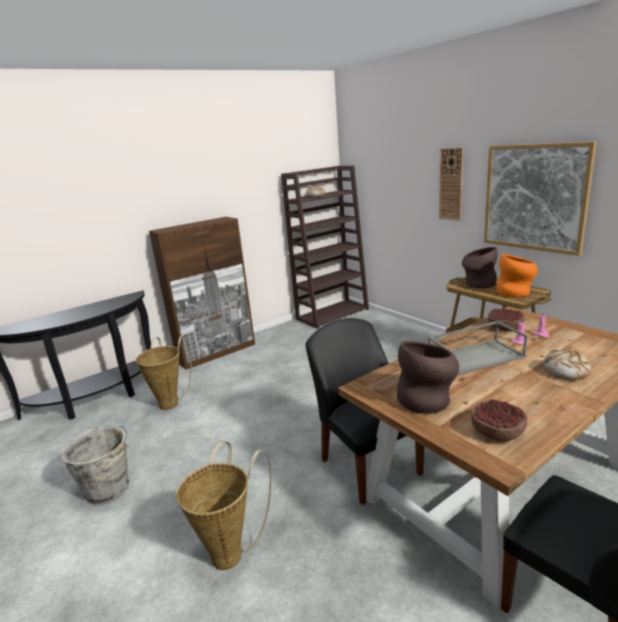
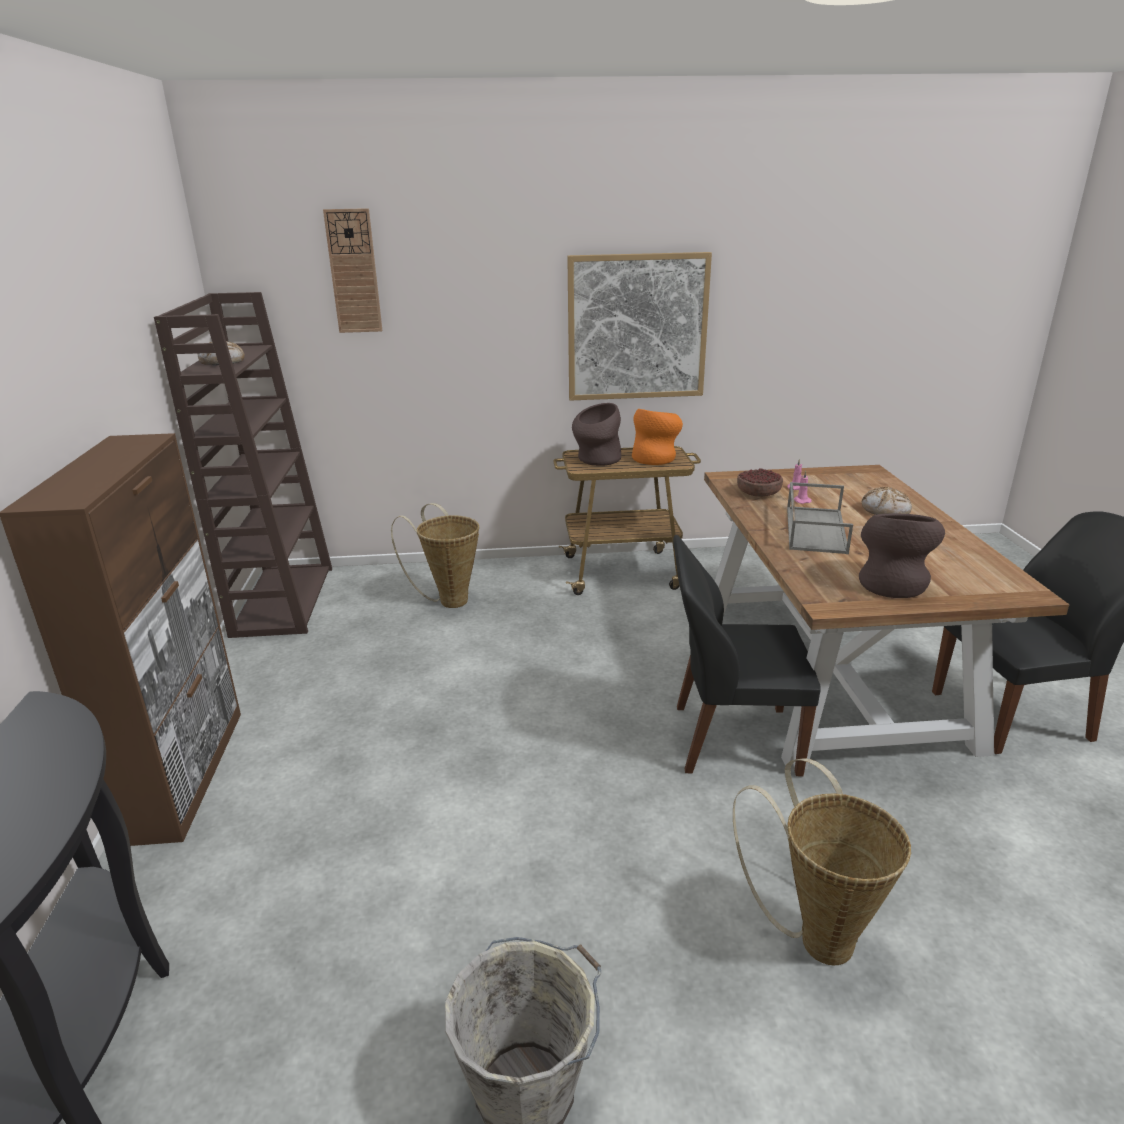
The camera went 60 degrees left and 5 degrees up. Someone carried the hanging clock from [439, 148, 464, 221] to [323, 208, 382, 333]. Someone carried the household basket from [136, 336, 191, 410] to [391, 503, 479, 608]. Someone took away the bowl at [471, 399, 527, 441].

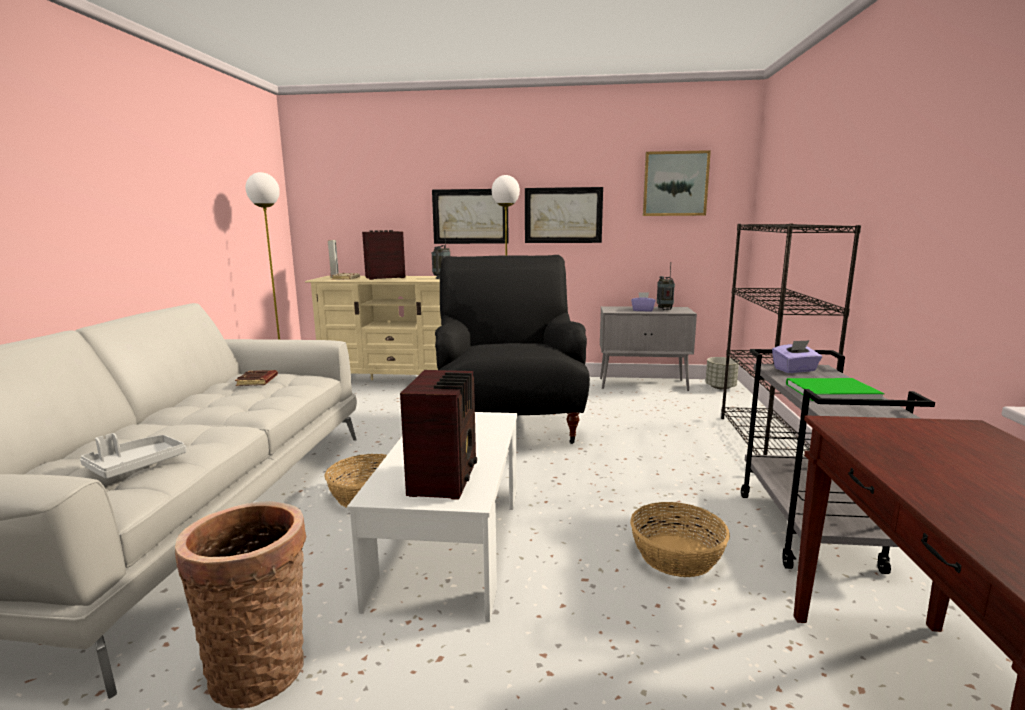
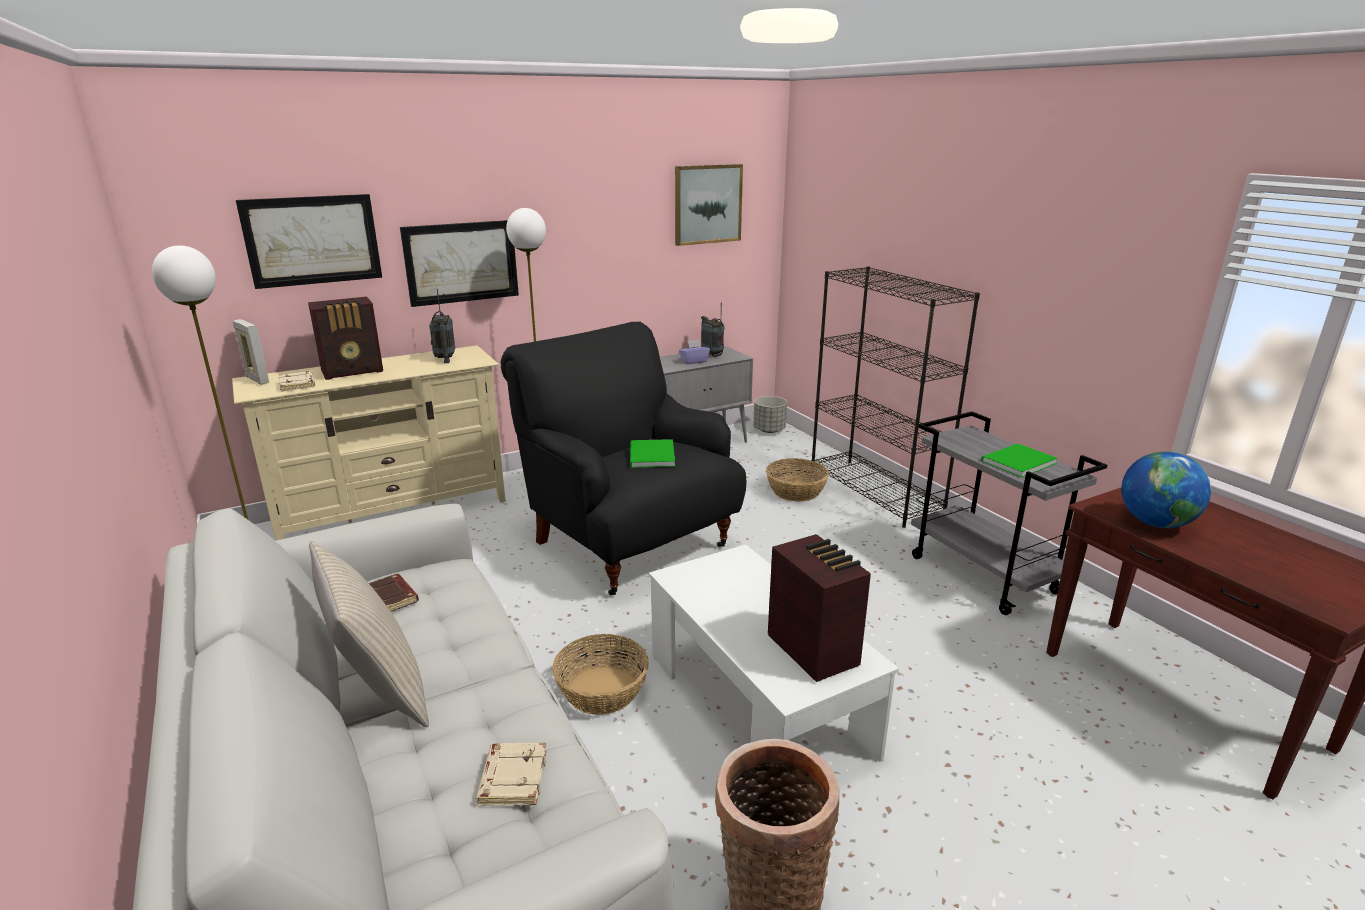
The camera went 35 degrees left and 10 degrees up. Someone carried the wall art from [525, 187, 603, 243] to [236, 194, 382, 289]. Someone rotated the radio receiver at [362, 230, 405, 280] by 150 degrees counterclockwise. Someone took away the tissue holder (purple-coloured) at [772, 340, 822, 373]. Someone swapped the carrying tray (gray) at [80, 433, 186, 479] for the book (sand-coloured) at [476, 743, 547, 805]. Someone carried the household basket from [630, 502, 730, 577] to [766, 458, 829, 502]. Someone put down the book (greenish) at [630, 439, 675, 468]. Someone put down the world globe at [1121, 451, 1211, 528]. Someone put down the throw pillow (sand-coloured) at [309, 541, 429, 727].

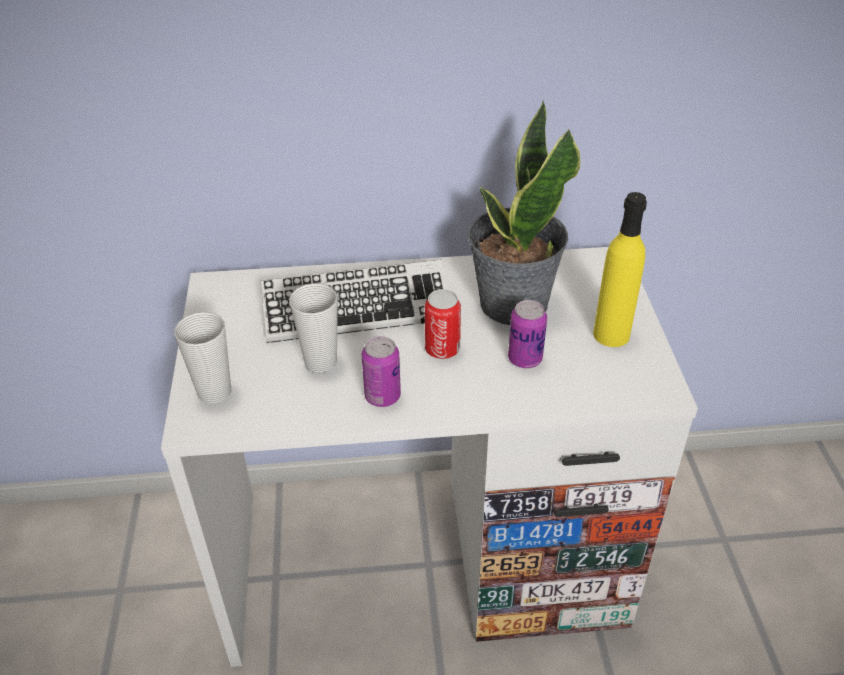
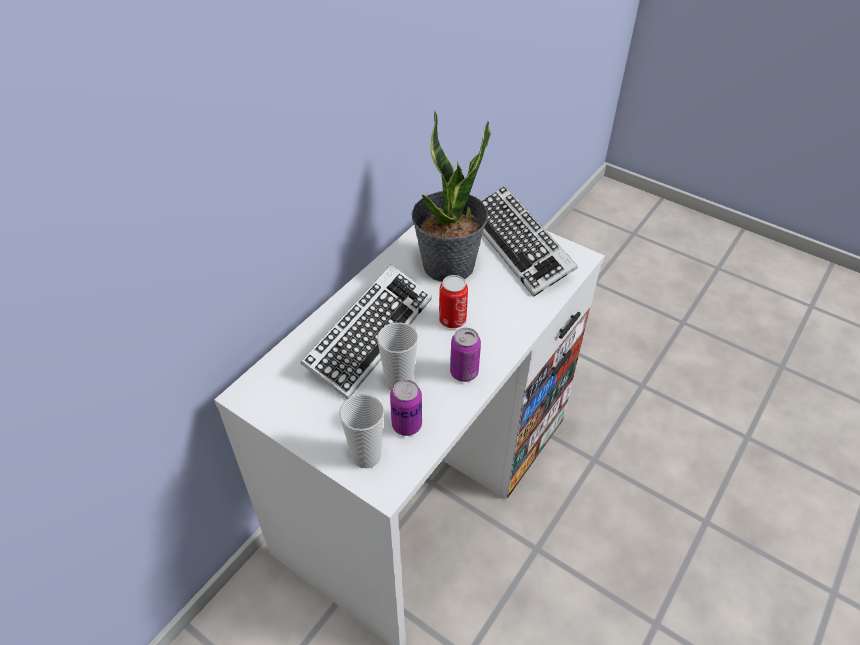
The camera went 50 degrees left and 5 degrees up. Someone swapped the beverage bottle (yellow-coloured) at [593, 192, 647, 347] for the PC keyboard at [481, 186, 578, 297]. Someone carried the can from [508, 300, 547, 368] to [390, 380, 422, 436].

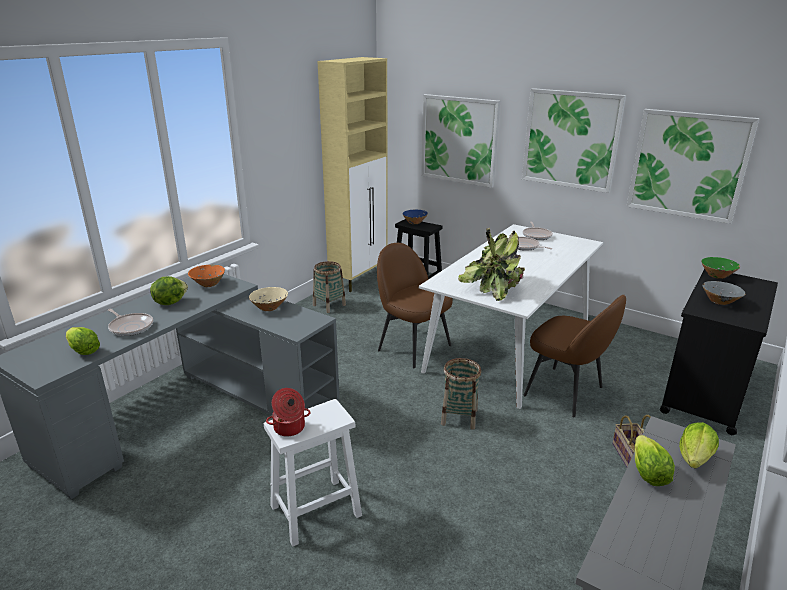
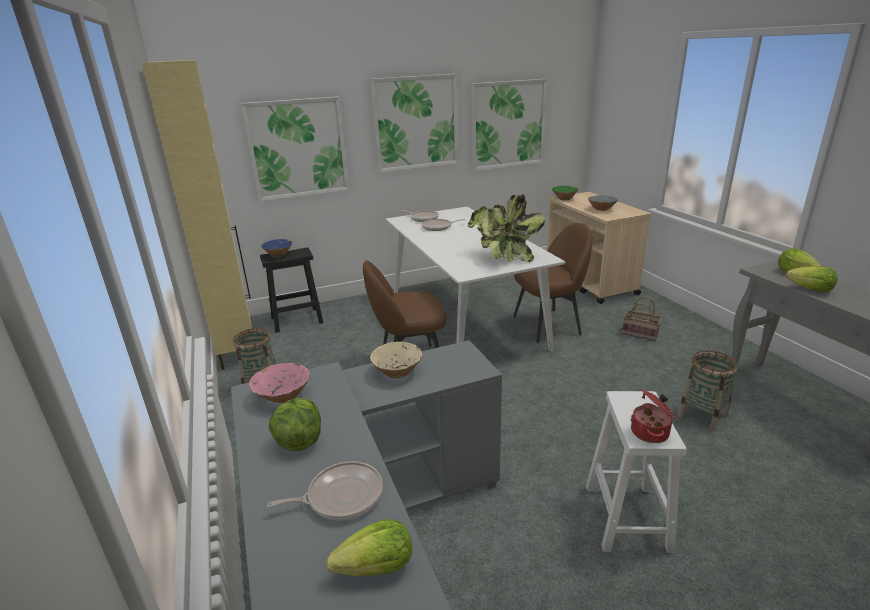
The camera went 55 degrees left and 0 degrees up. Someone repainted the bowl (orange-coloured) at [188, 265, 225, 287], which became the bowl (pink) at [249, 363, 310, 403]. Someone repainted the trolley (black) at [660, 269, 778, 435], which became the trolley (sand-coloured) at [547, 192, 651, 304]. Someone carried the household basket from [441, 358, 481, 430] to [677, 350, 738, 431].

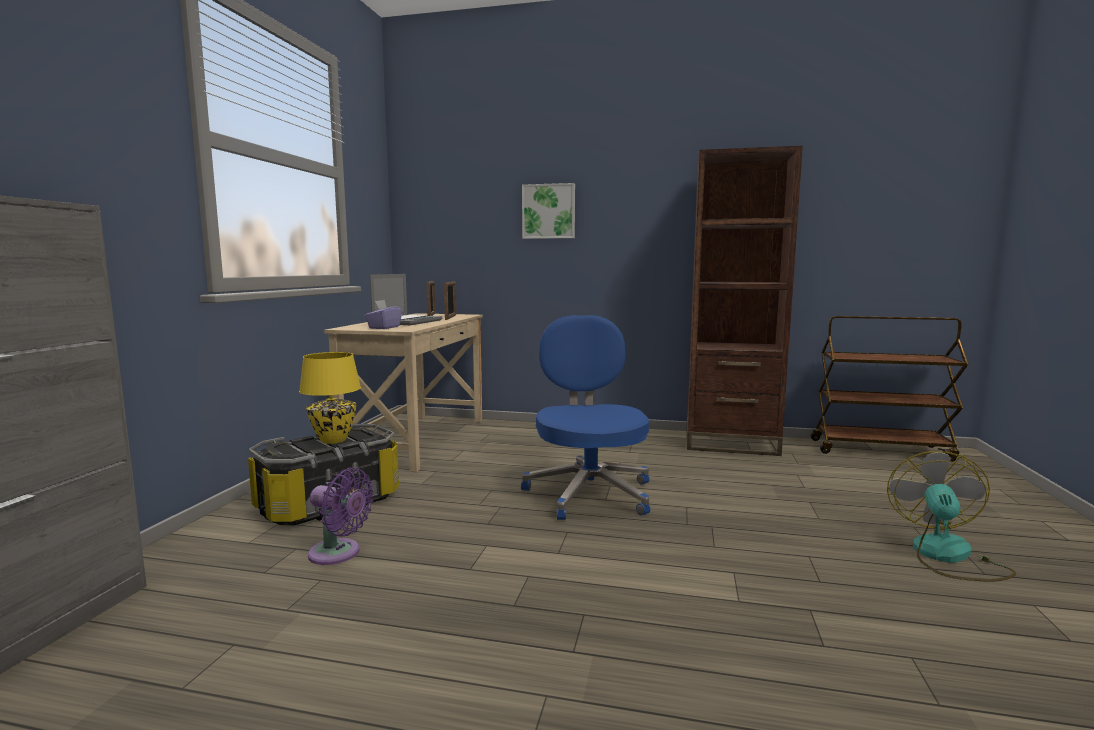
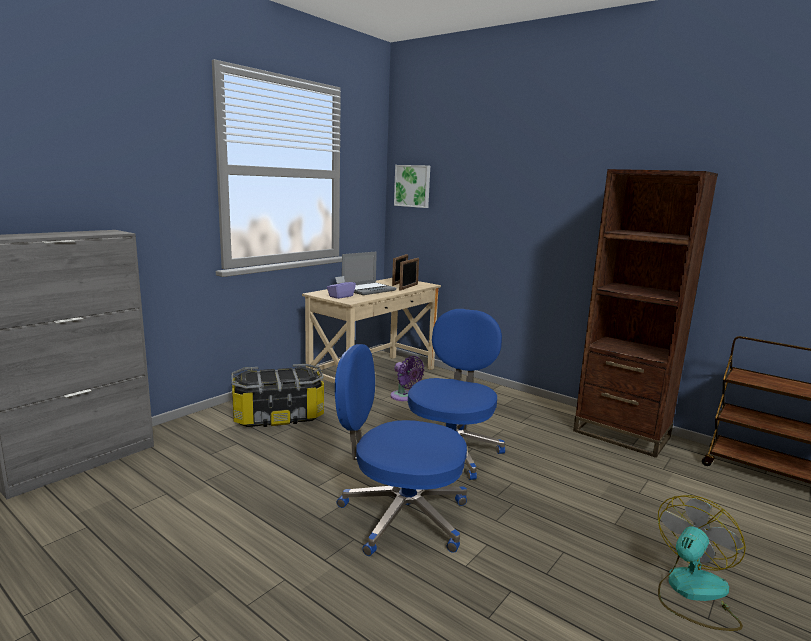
The camera went 25 degrees right and 5 degrees up. Someone carried the wall art from [522, 183, 575, 239] to [394, 165, 430, 208]. Someone took away the lamp for a table (yellow-coloured) at [299, 352, 361, 444]. Someone carried the electric fan (purple-coloured) from [308, 468, 374, 565] to [390, 356, 425, 401]. Someone put down the desk chair (bluish) at [335, 344, 467, 556].

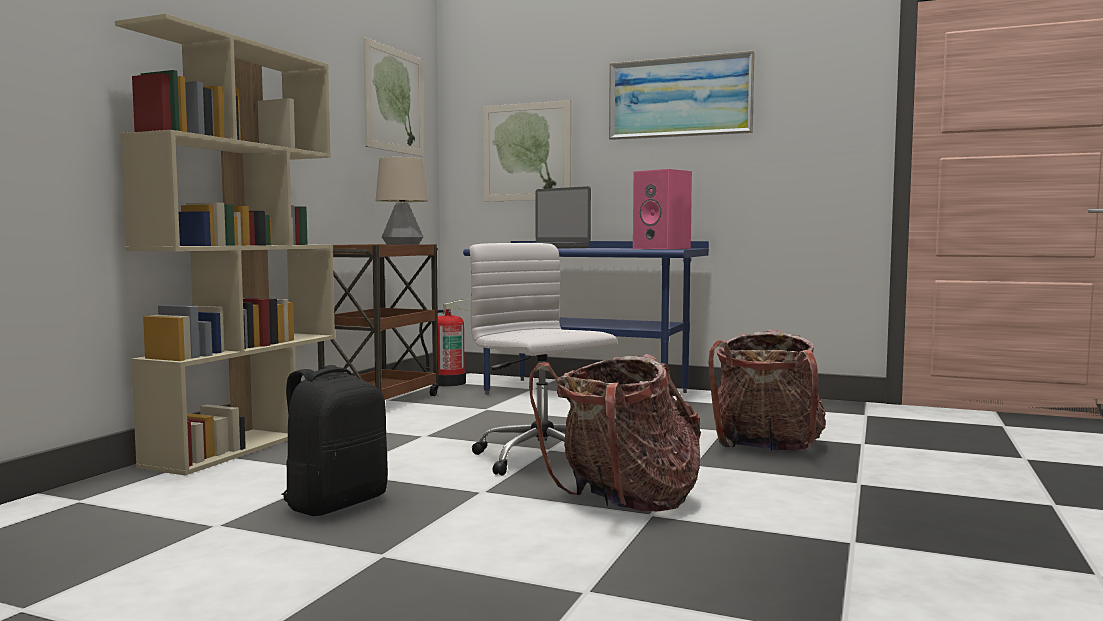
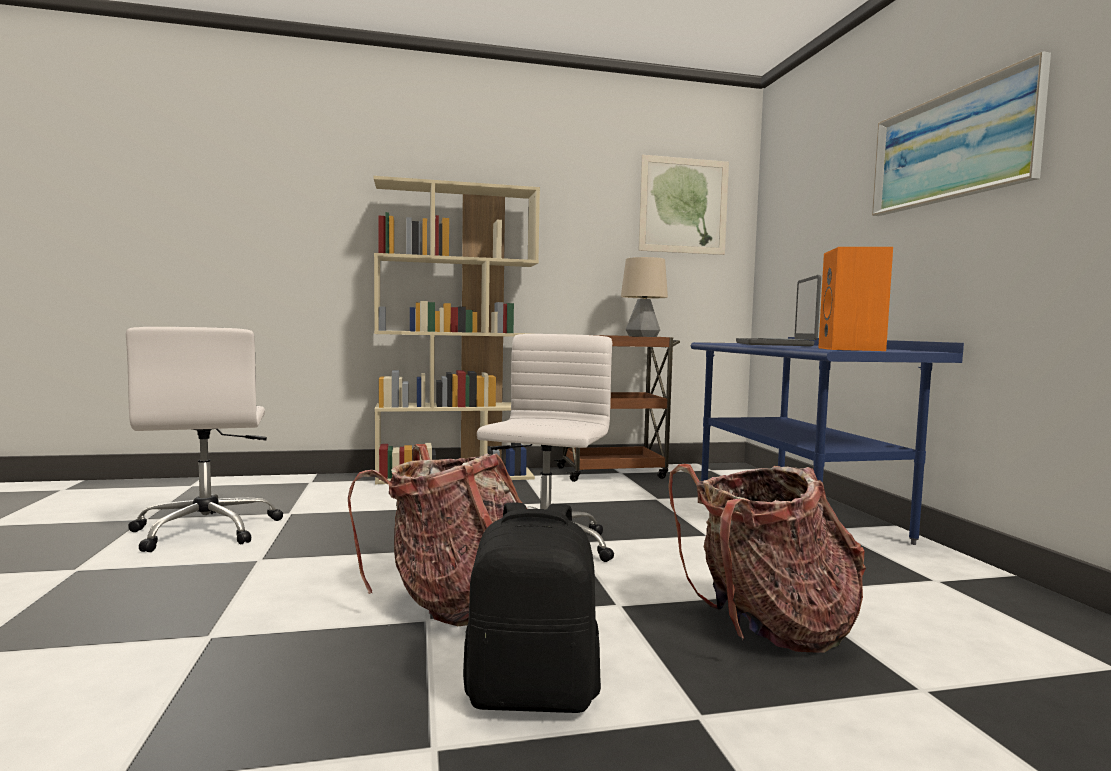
The camera went 55 degrees right and 0 degrees up. Someone took away the wall art at [483, 100, 571, 201]. Someone repainted the speaker (pink) at [633, 169, 692, 249], which became the speaker (orange-coloured) at [818, 247, 893, 351]. Someone took away the fire-fighting cylinder at [419, 299, 471, 386]. Someone carried the knapsack (black) from [281, 365, 388, 516] to [463, 502, 601, 713]. Someone put down the desk chair (white-coloured) at [126, 327, 283, 552].

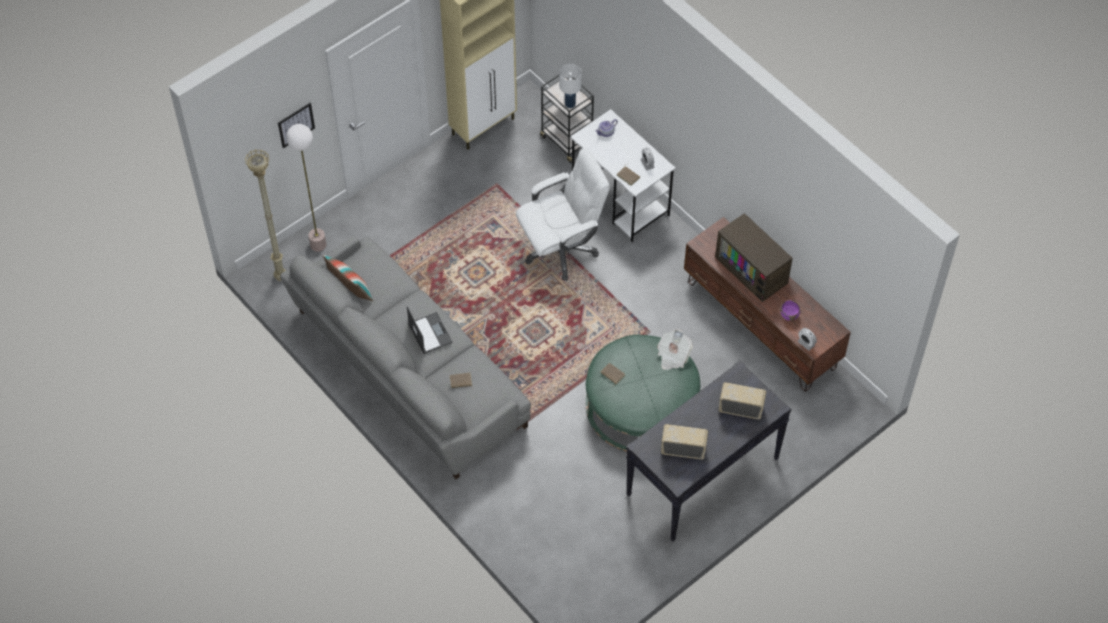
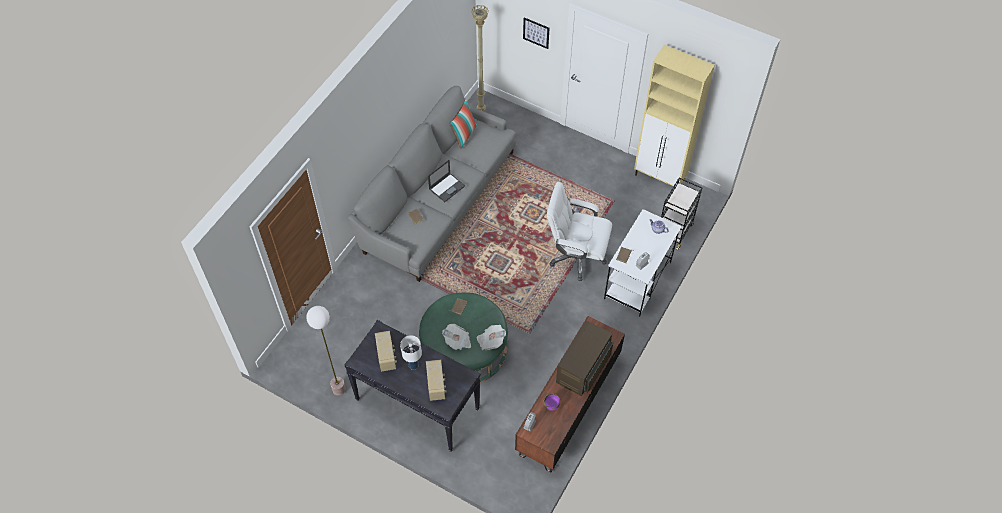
The camera went 70 degrees right and 0 degrees up. Someone carried the lamp for a table (white-coloured) from [559, 64, 582, 108] to [400, 335, 422, 370]. Someone carried the standing lamp from [286, 124, 326, 252] to [306, 306, 346, 395]. Someone rotated the desk chair (white-coloured) at [516, 148, 610, 281] by 150 degrees clockwise. Someone put down the newspaper at [442, 324, 471, 350].

